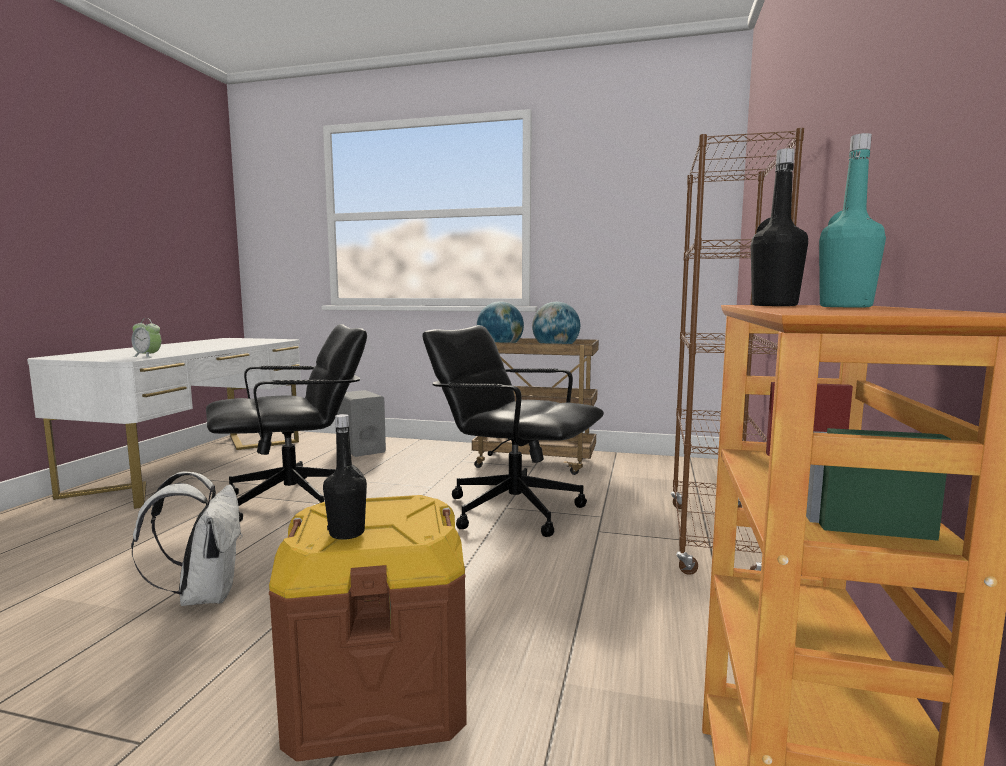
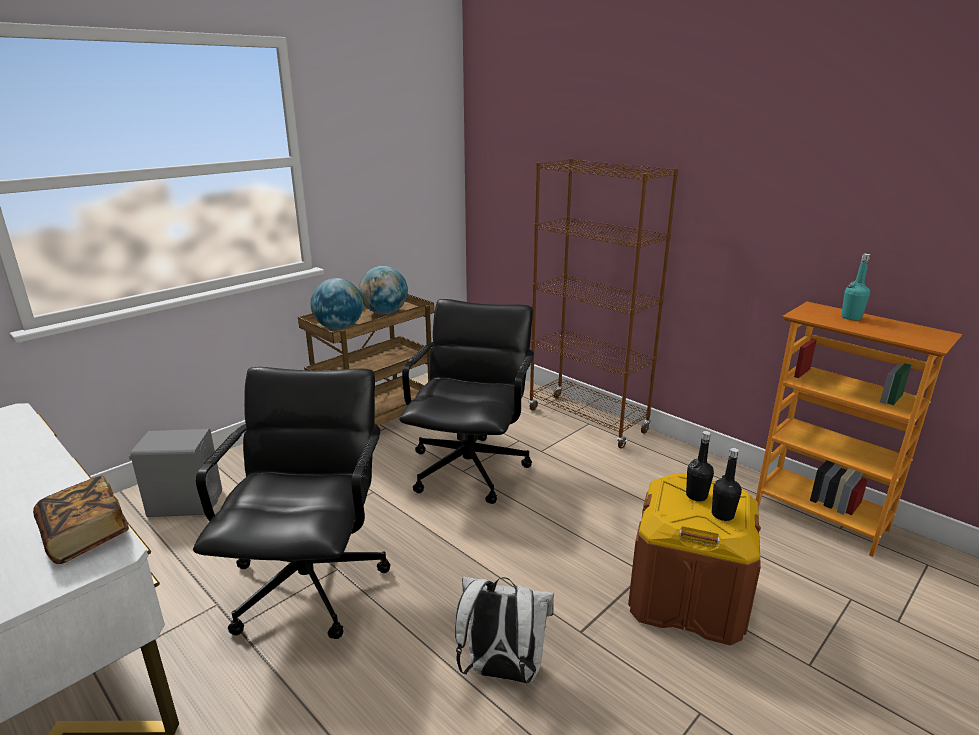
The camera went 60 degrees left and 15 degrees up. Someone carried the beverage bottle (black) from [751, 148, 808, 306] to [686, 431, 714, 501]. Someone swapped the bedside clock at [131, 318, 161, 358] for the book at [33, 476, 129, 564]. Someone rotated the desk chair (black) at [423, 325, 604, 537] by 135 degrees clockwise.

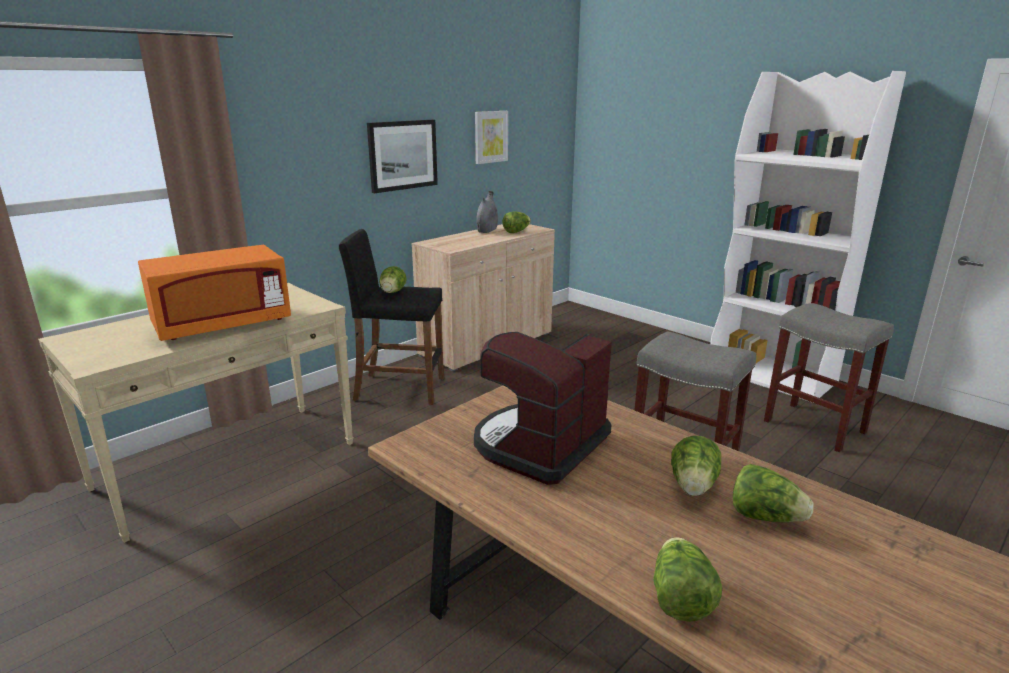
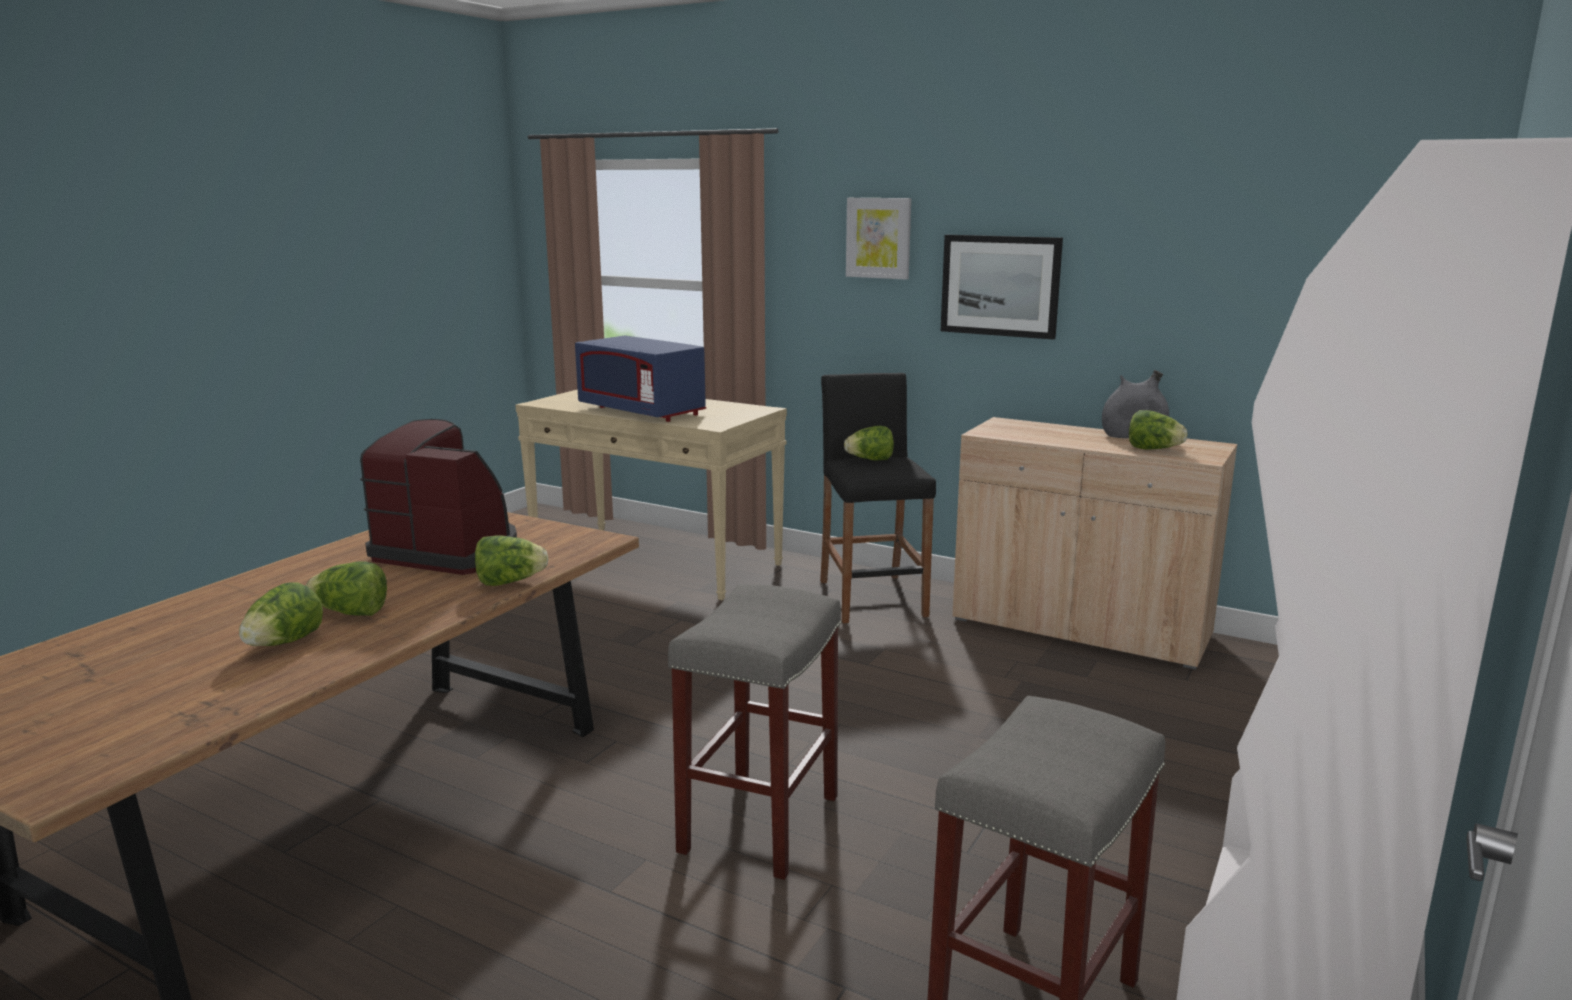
The camera went 75 degrees right and 5 degrees down. Someone carried the wall art from [475, 111, 508, 164] to [846, 198, 911, 280]. Someone repainted the microwave oven (orange-coloured) at [138, 245, 291, 341], which became the microwave oven (bluish) at [575, 336, 706, 422]. Someone carried the lettuce head from [653, 537, 722, 622] to [475, 535, 549, 586].

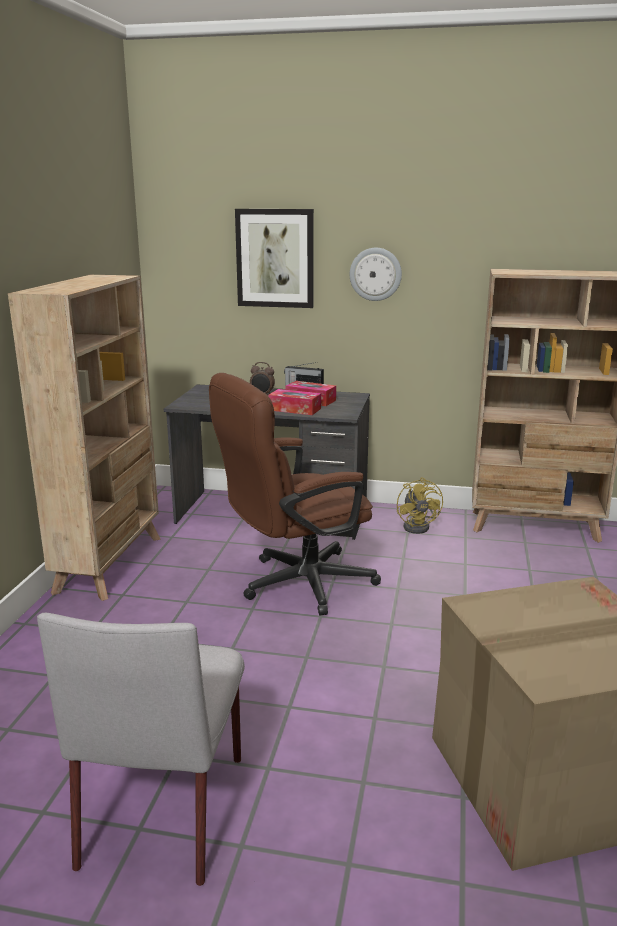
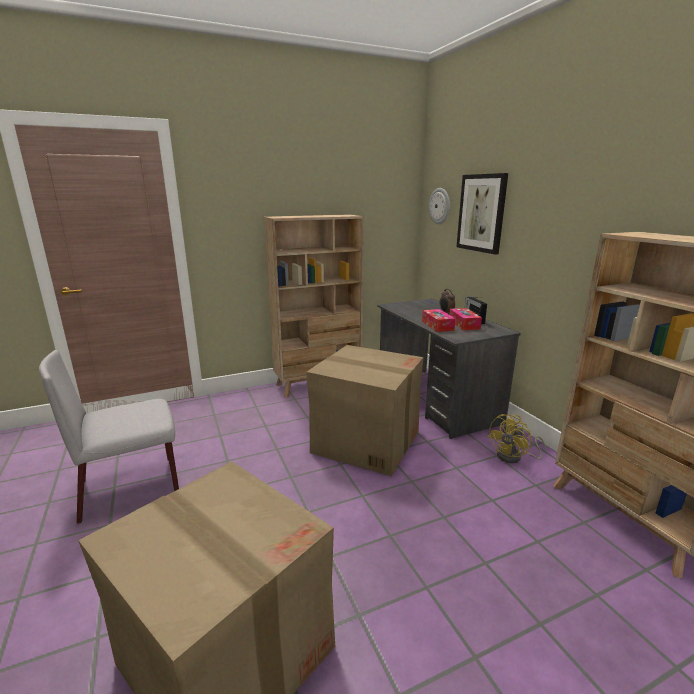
The camera went 55 degrees right and 0 degrees up. Someone carried the hanging clock from [350, 248, 402, 301] to [429, 188, 450, 224]. Someone swapped the desk chair (brown-coloured) at [209, 373, 381, 616] for the cardboard box at [306, 345, 424, 476].

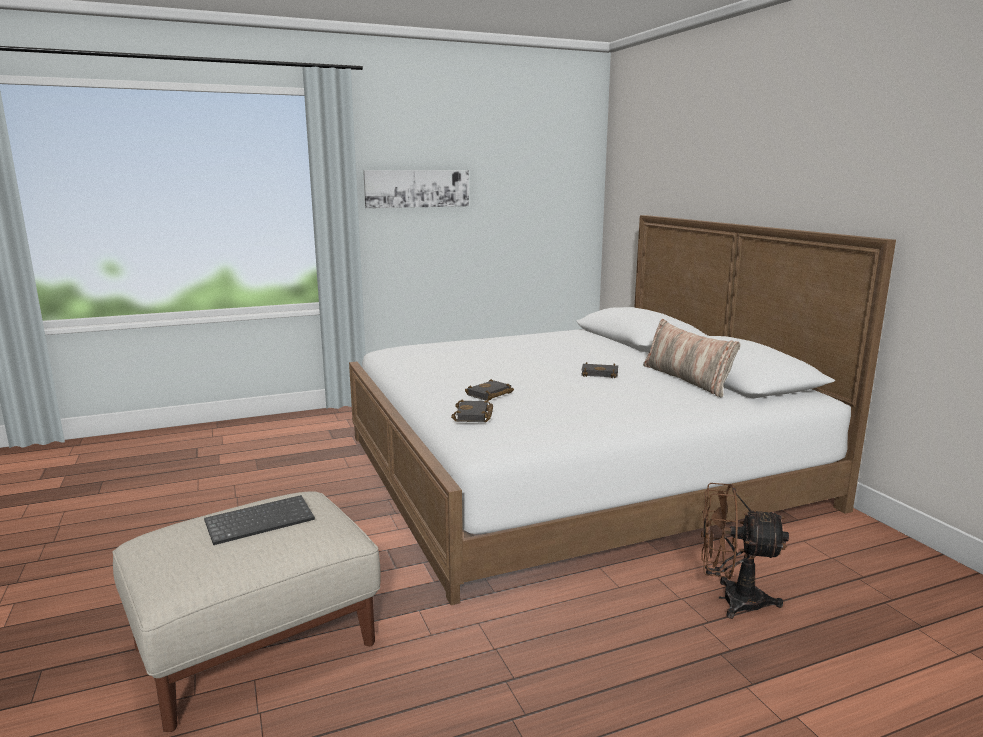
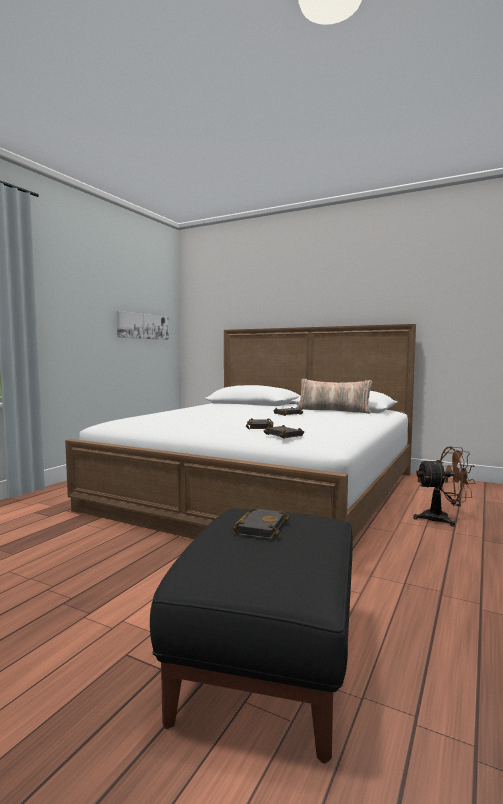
The camera went 40 degrees left and 10 degrees down. Someone carried the wall art from [363, 170, 469, 208] to [116, 311, 169, 340]. Someone rotated the electric fan (brown-coloured) at [701, 483, 789, 619] by 150 degrees counterclockwise. Someone repainted the pouffe (sand-coloured) at [112, 491, 380, 732], which became the pouffe (black) at [150, 509, 353, 763]. Someone swapped the PC keyboard at [204, 495, 315, 545] for the book (black) at [232, 507, 290, 539].

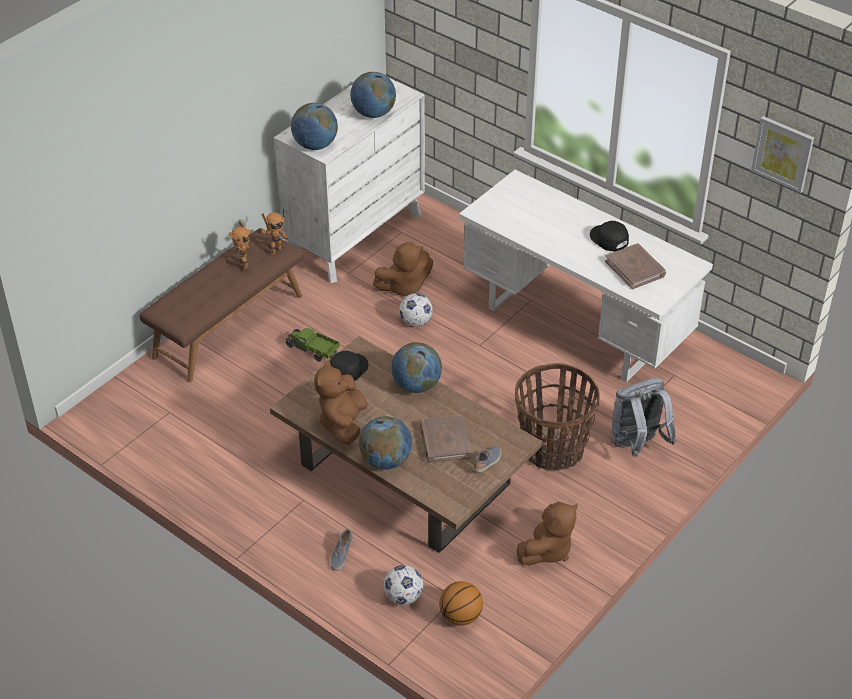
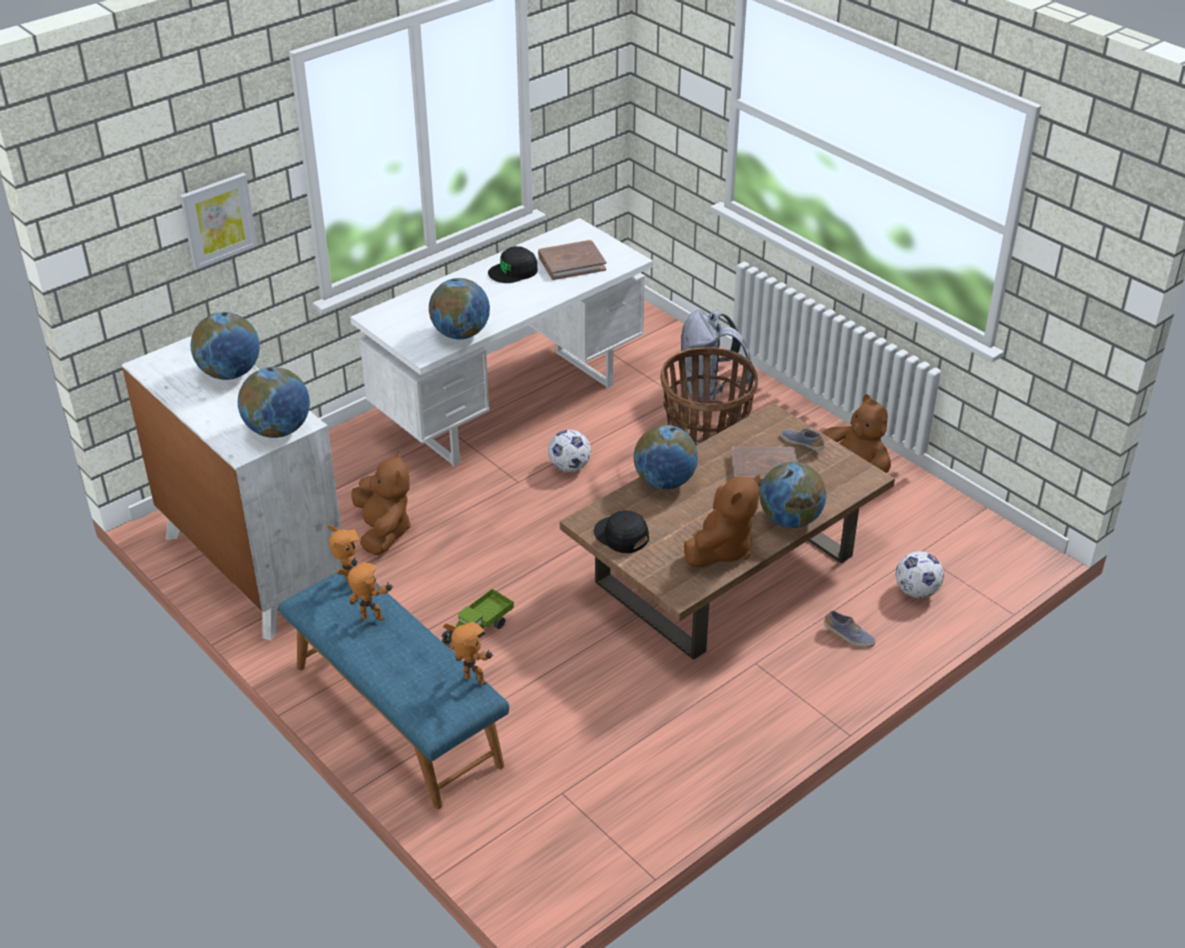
The camera went 80 degrees left and 5 degrees down. Someone carried the wall art from [751, 116, 814, 193] to [180, 173, 257, 270]. Someone repainted the long seat (brown-coloured) at [139, 228, 304, 382], which became the long seat (bluish) at [279, 565, 509, 809]. Someone carried the football ball from [399, 293, 433, 327] to [548, 430, 591, 472]. Someone rotated the soft toy (brown-coloured) at [314, 360, 368, 445] by 75 degrees counterclockwise. Someone took away the basketball ball at [439, 581, 483, 626]. Someone put down the world globe at [429, 278, 490, 339]. Someone put down the model robot at [443, 622, 494, 685].

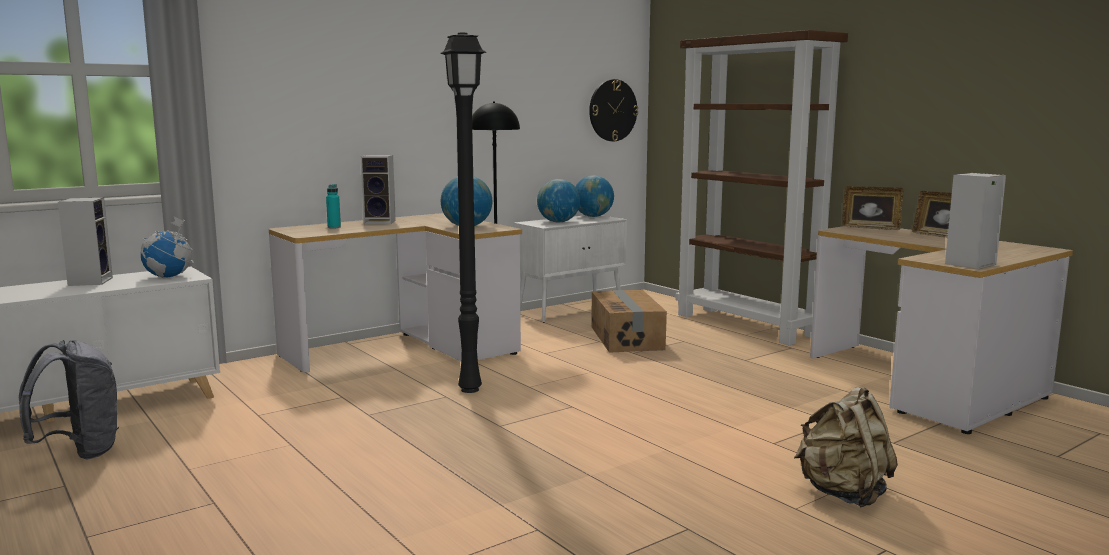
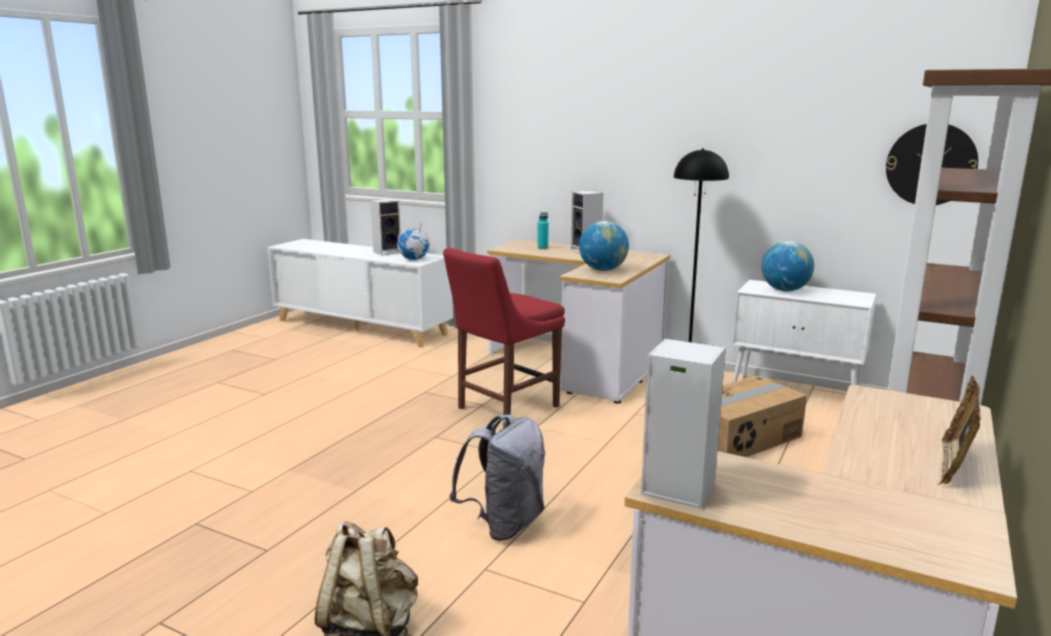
The camera went 65 degrees right and 5 degrees up. Someone swapped the standing lamp (black) at [440, 33, 486, 393] for the chair (reddish) at [443, 248, 565, 428]. Someone took away the world globe at [575, 176, 614, 217]. Someone took away the photo frame at [842, 186, 904, 230]. Someone carried the knapsack (gray) from [19, 340, 119, 459] to [449, 415, 545, 541].

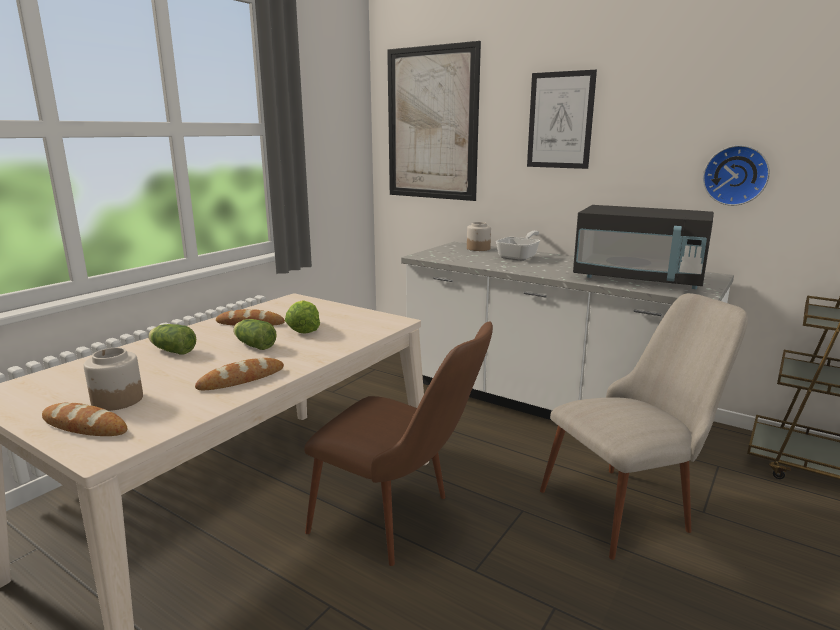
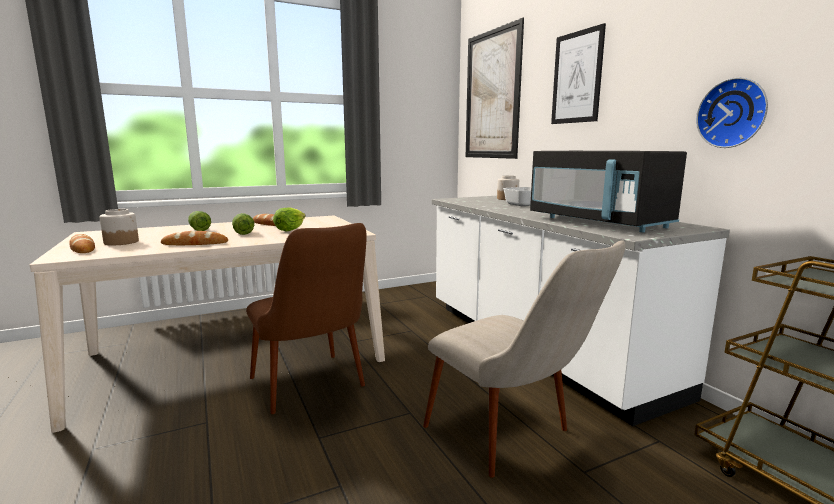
The camera went 30 degrees right and 5 degrees down. Someone rotated the chair (sand-coloured) at [540, 293, 748, 560] by 45 degrees clockwise.

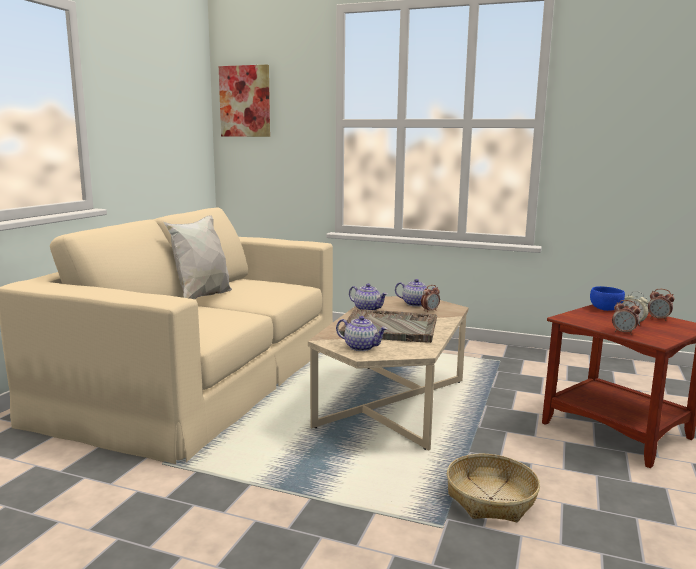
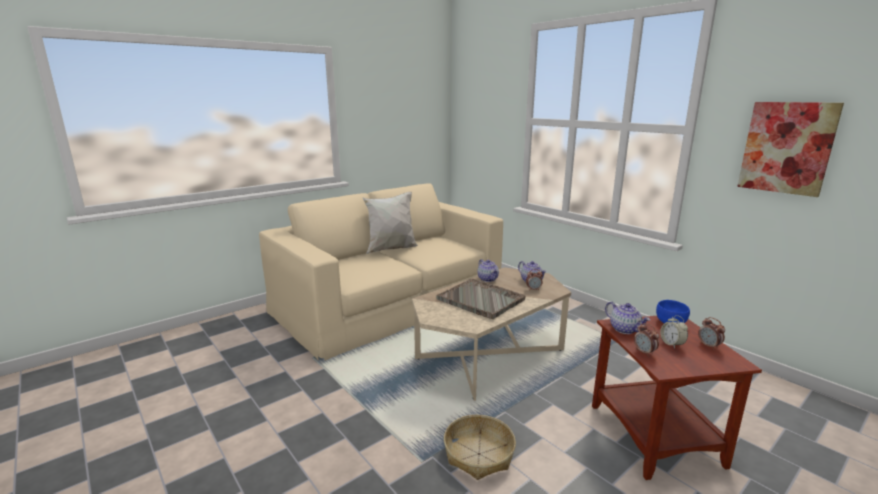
The camera went 30 degrees right and 5 degrees up. Someone carried the wall art from [219, 65, 270, 137] to [737, 102, 844, 197]. Someone carried the teapot from [336, 316, 388, 351] to [605, 301, 650, 334].

